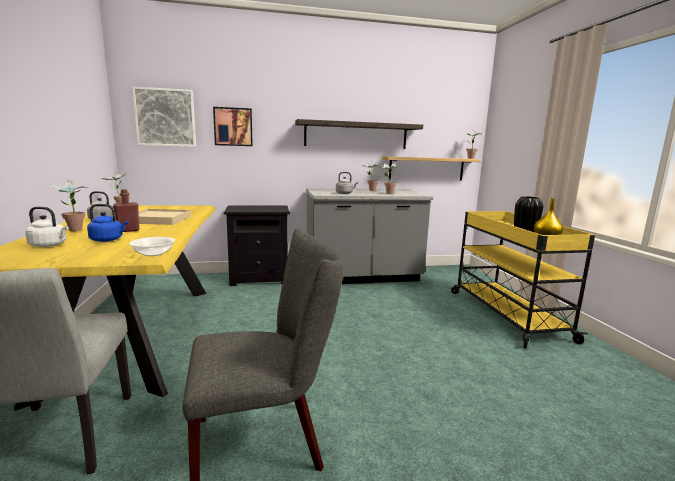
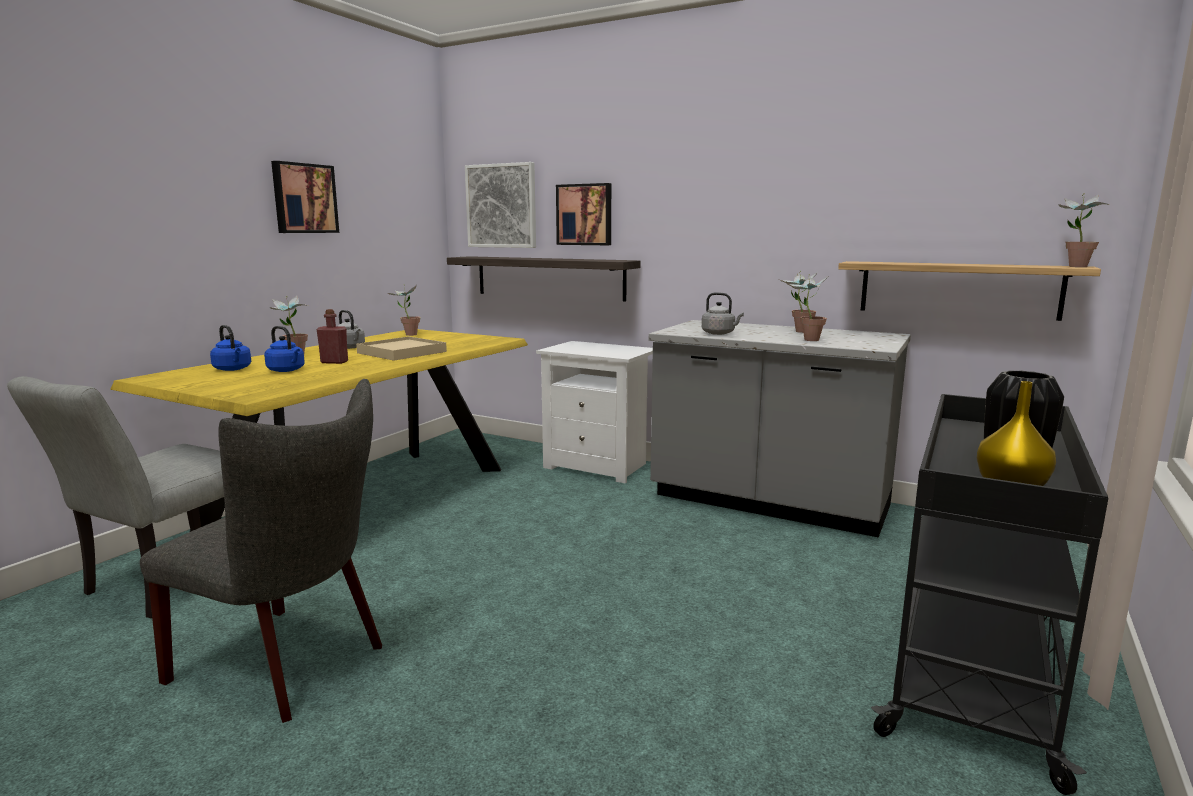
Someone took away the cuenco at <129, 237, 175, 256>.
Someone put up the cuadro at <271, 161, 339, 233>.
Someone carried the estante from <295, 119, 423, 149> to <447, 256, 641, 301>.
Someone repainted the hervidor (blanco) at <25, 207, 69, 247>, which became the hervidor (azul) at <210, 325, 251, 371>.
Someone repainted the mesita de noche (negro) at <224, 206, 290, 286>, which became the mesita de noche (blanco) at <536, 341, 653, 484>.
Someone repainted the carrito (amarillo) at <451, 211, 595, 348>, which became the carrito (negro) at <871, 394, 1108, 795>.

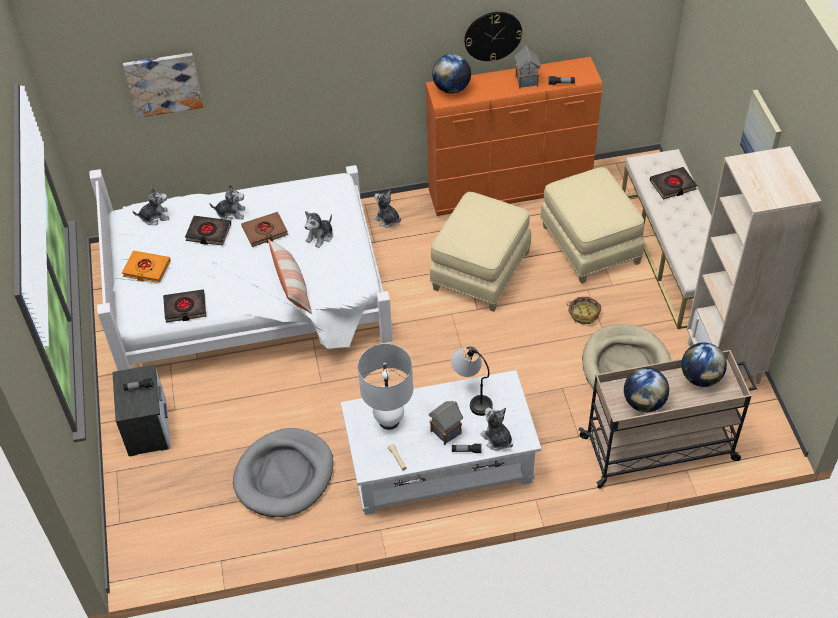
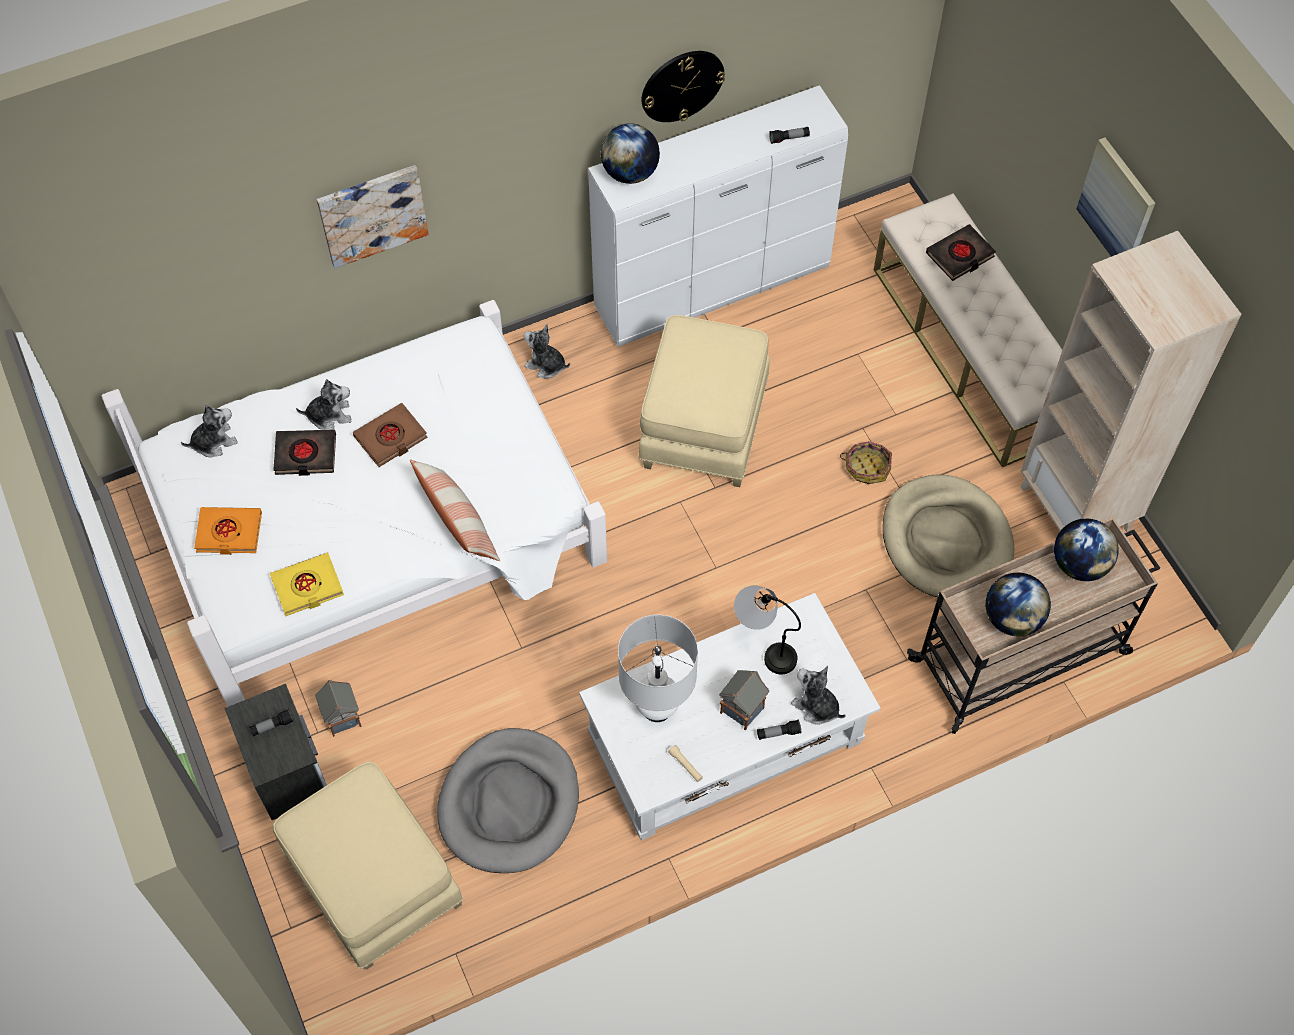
Someone took away the peluche at <305, 211, 333, 248>.
Someone carried the cuadro from <123, 53, 203, 118> to <317, 165, 429, 268>.
Someone carried the casita from <514, 45, 541, 89> to <315, 680, 362, 737>.
Someone carried the puf (beis) from <540, 167, 645, 284> to <273, 761, 463, 970>.
Someone repainted the libro (negro) at <163, 289, 206, 323>, which became the libro (amarillo) at <270, 553, 344, 616>.
Someone repainted the cómoda (naranja) at <426, 57, 602, 216>, which became the cómoda (blanco) at <588, 85, 848, 347>.

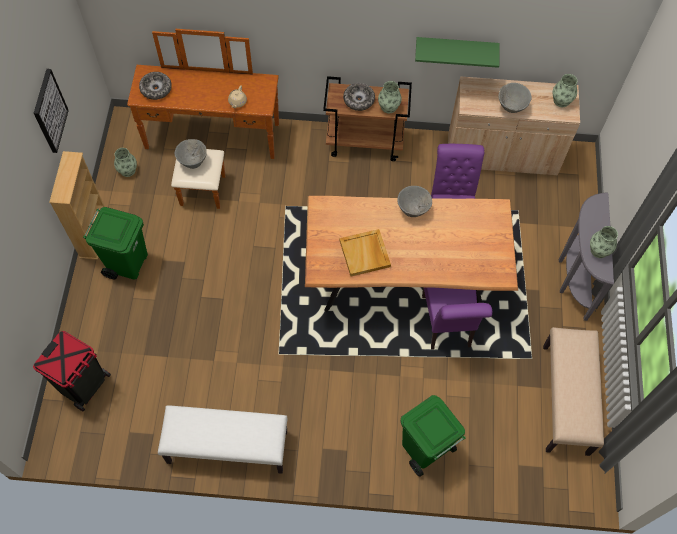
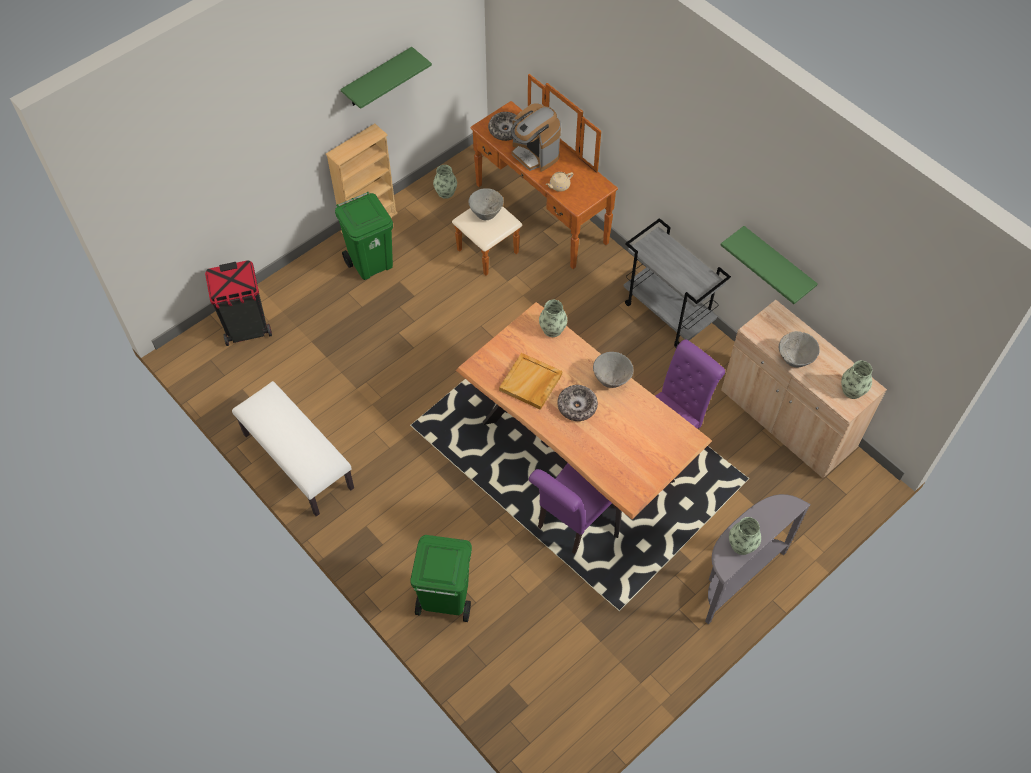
Someone took away the banco (beis) at <543, 327, 604, 456>.
Someone put down the cafetera at <511, 103, 561, 172>.
Someone carried the cuenco from <343, 83, 375, 111> to <557, 385, 598, 421>.
Someone carried the florero from <378, 81, 402, 113> to <539, 300, 567, 337>.
Someone swapped the cuadro at <34, 69, 69, 153> for the estante (verde) at <341, 47, 432, 109>.
Someone repainted the carrito (marrón) at <323, 76, 412, 161>, which became the carrito (gris) at <623, 218, 731, 348>.

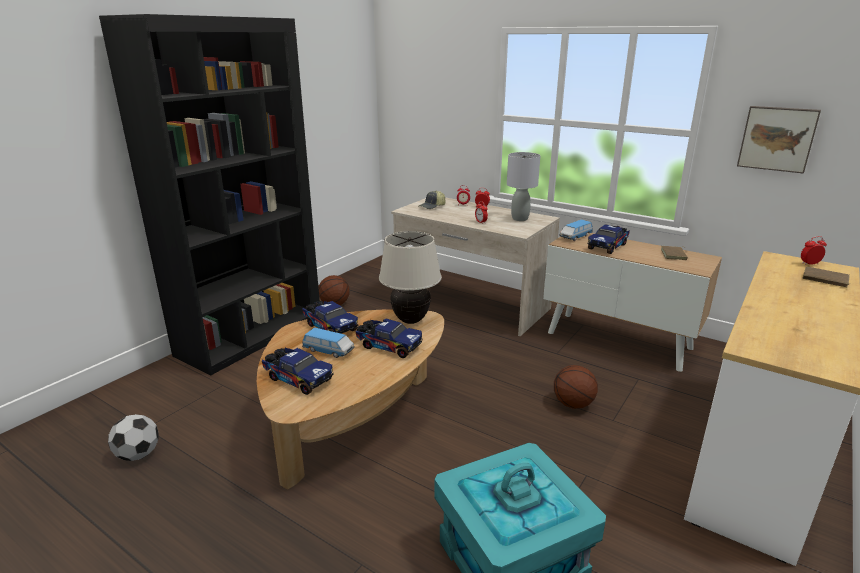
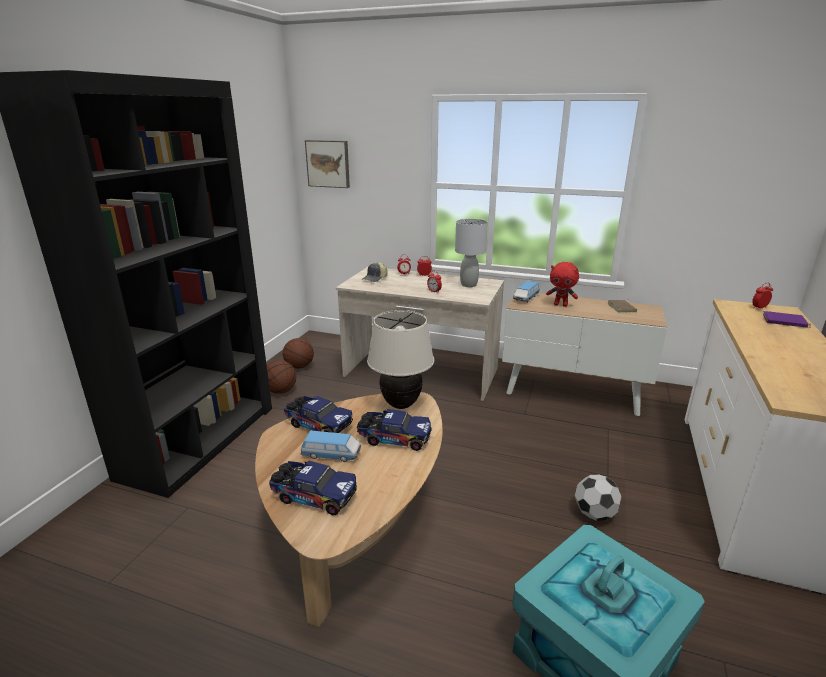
Someone carried the balón de fútbol from <108, 414, 158, 461> to <575, 474, 621, 521>.
Someone carried the balón de baloncesto from <554, 365, 598, 409> to <282, 338, 314, 369>.
Someone carried the cuadro from <737, 106, 821, 174> to <305, 140, 350, 188>.
Someone swapped the camión de juguete at <588, 225, 630, 254> for the peluche (rojo) at <546, 262, 579, 307>.
Someone repainted the libro (marrón) at <802, 267, 850, 288>, which became the libro (morado) at <763, 311, 811, 328>.

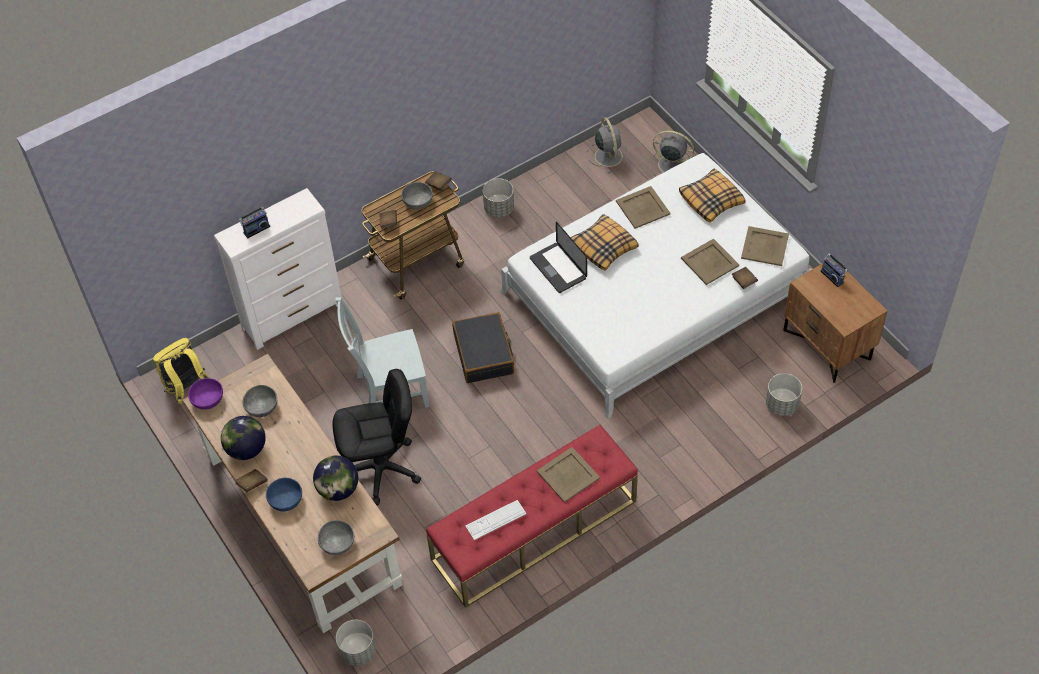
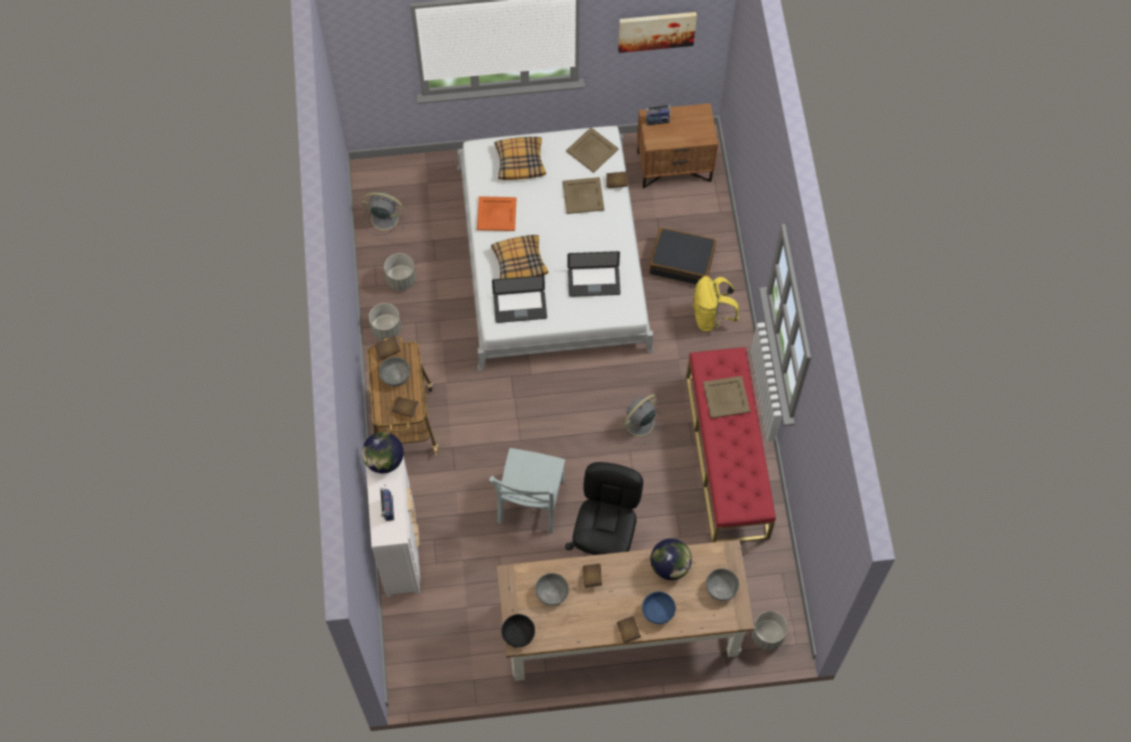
Someone took away the teclado at <465, 500, 527, 540>.
Someone put down the portátil at <568, 251, 621, 297>.
Someone put down the libro (marrón) at <583, 564, 602, 588>.
Someone put up the cuadro at <618, 12, 697, 53>.
Someone carried the mochila (amarillo) from <153, 338, 209, 404> to <692, 276, 739, 332>.
Someone carried the globo terráqueo from <221, 416, 266, 460> to <362, 432, 404, 473>.
Someone carried the maleta (negro) from <452, 312, 514, 383> to <649, 228, 716, 284>.
Someone carried the ventilador (gris) from <650, 130, 694, 176> to <617, 394, 661, 444>.
Someone carried the maceta (gris) from <766, 373, 802, 416> to <384, 253, 416, 291>.
Someone repainted the cuenco (morado) at <188, 378, 223, 410>, which became the cuenco (negro) at <501, 614, 535, 648>.
Someone repainted the bandeja (beis) at <616, 186, 671, 229>, which became the bandeja (naranja) at <477, 196, 517, 231>.

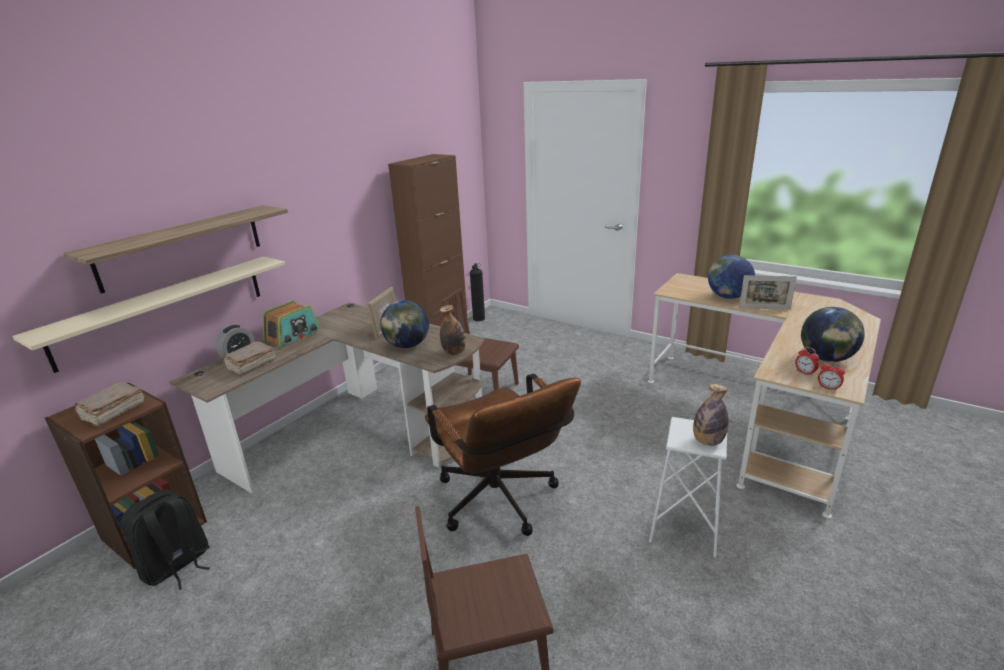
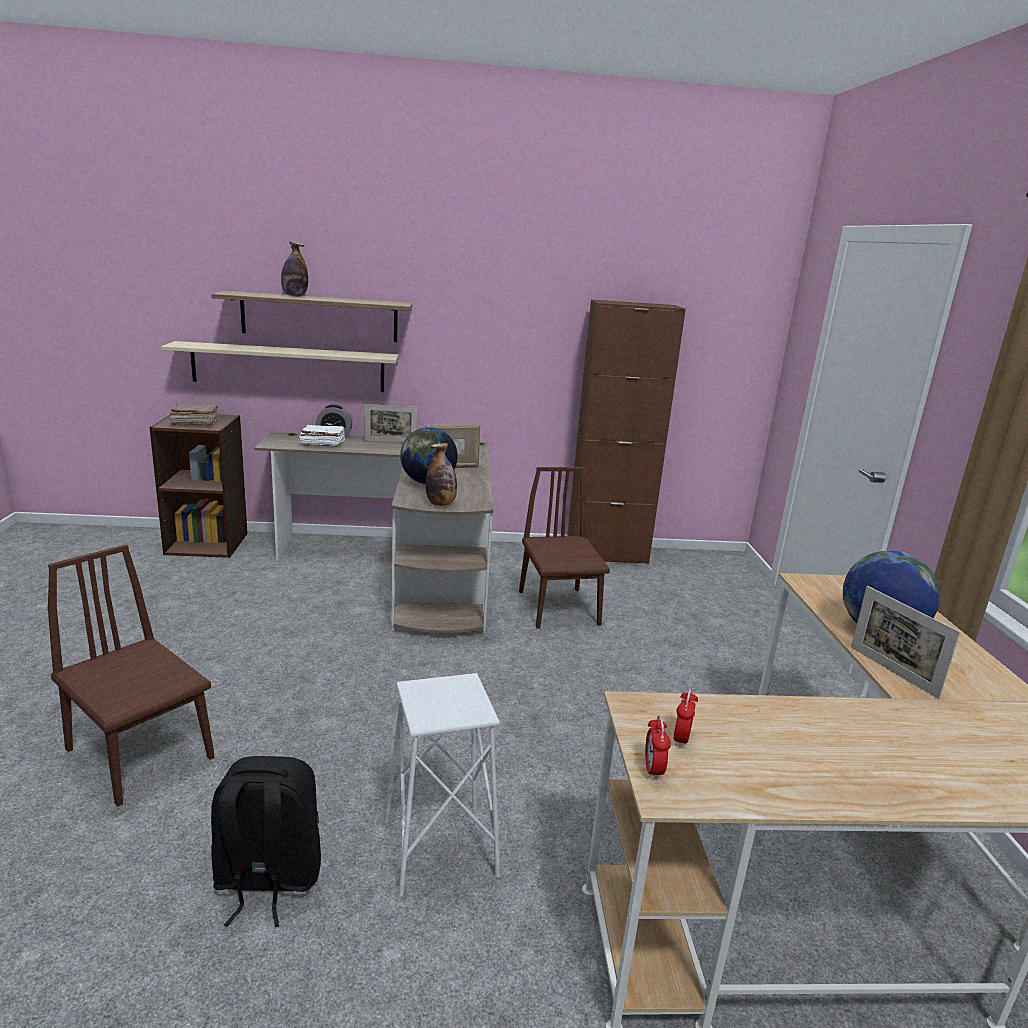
Someone took away the silla de oficina (marrón) at <425, 373, 581, 536>.
Someone took away the extintor at <470, 263, 485, 321>.
Someone took away the globo terráqueo at <801, 307, 865, 362>.
Someone carried the mochila (negro) from <120, 490, 210, 590> to <211, 756, 321, 927>.
Someone carried the botella from <693, 384, 729, 446> to <281, 242, 308, 297>.
Someone swapped the radio at <263, 301, 320, 348> for the portarretratos at <364, 404, 418, 443>.
Someone repainted the libro (marrón) at <223, 341, 276, 376>, which became the libro (blanco) at <299, 425, 345, 447>.

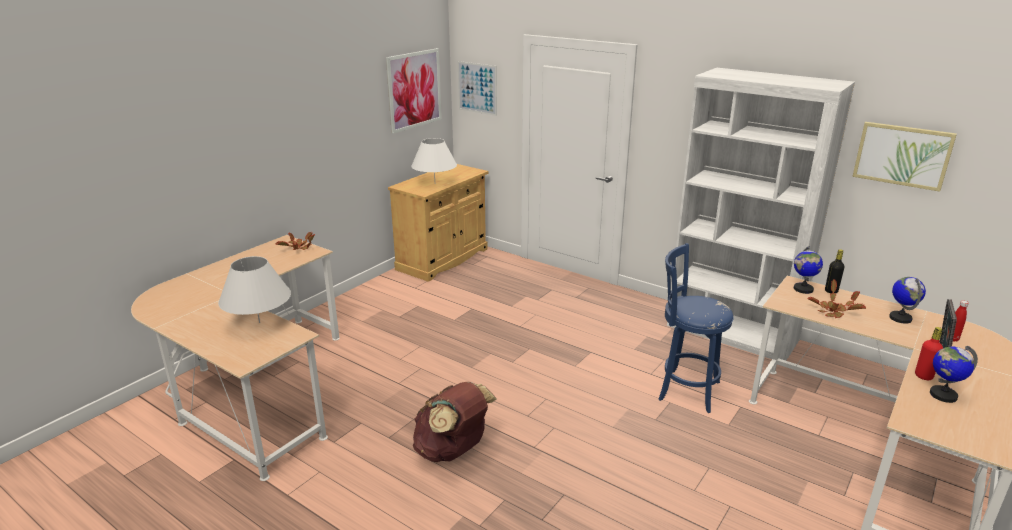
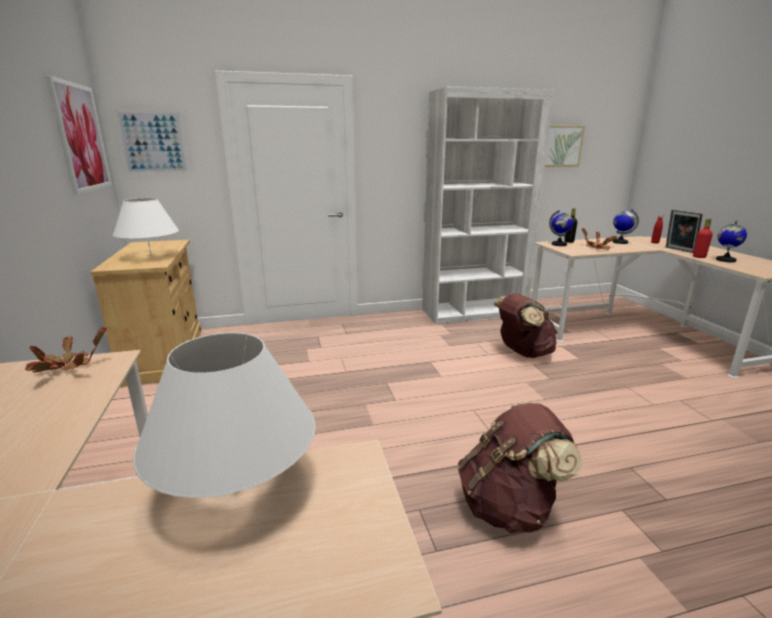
Someone swapped the taburete (azul) at <658, 243, 734, 413> for the mochila (marrón) at <493, 293, 557, 358>.

